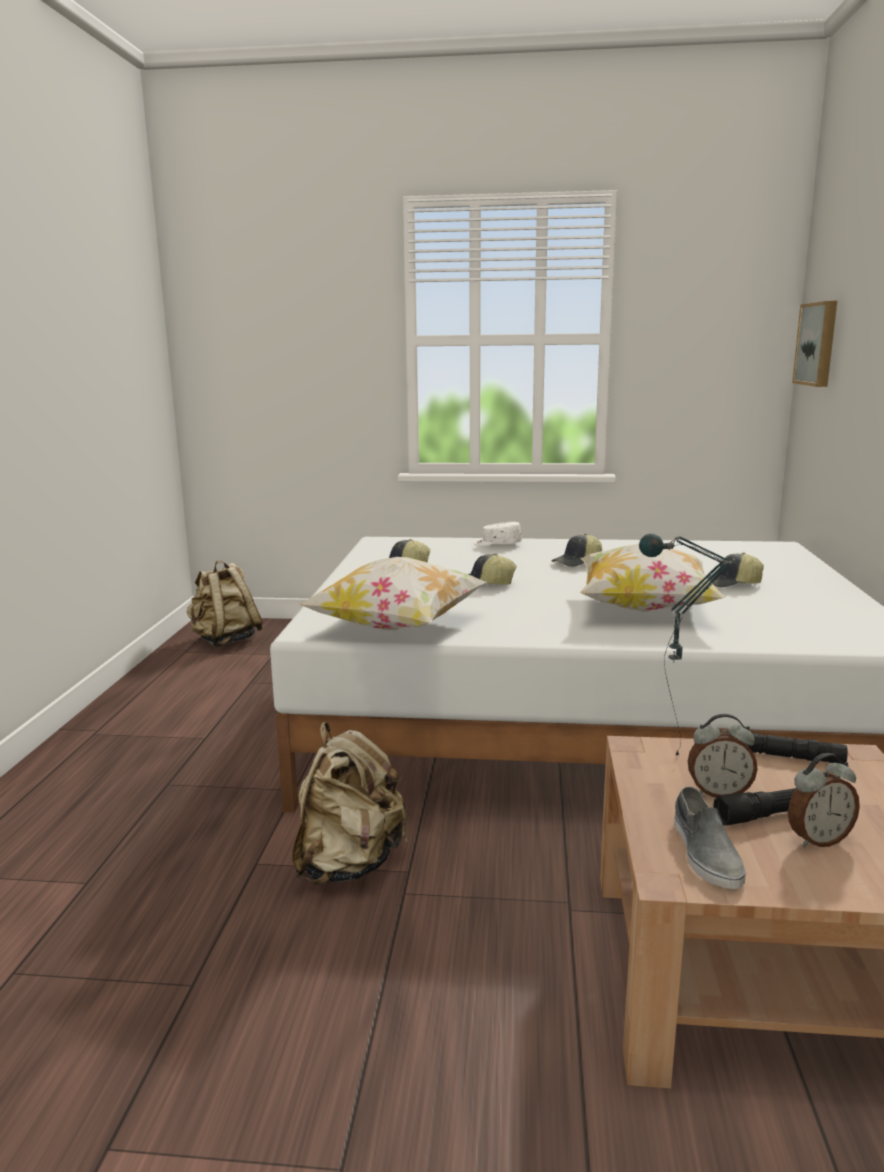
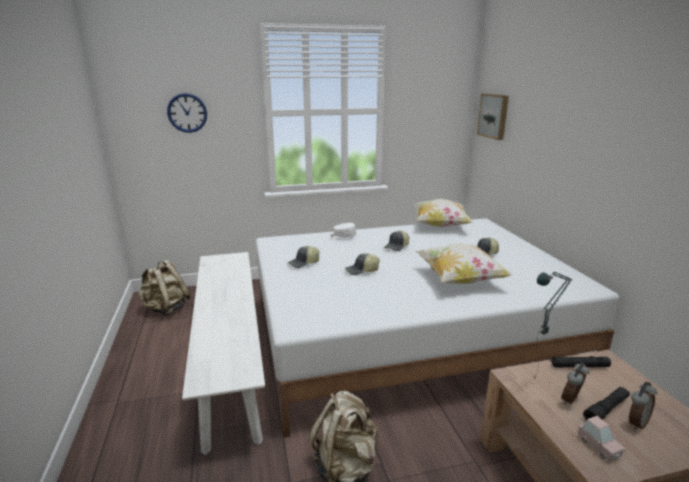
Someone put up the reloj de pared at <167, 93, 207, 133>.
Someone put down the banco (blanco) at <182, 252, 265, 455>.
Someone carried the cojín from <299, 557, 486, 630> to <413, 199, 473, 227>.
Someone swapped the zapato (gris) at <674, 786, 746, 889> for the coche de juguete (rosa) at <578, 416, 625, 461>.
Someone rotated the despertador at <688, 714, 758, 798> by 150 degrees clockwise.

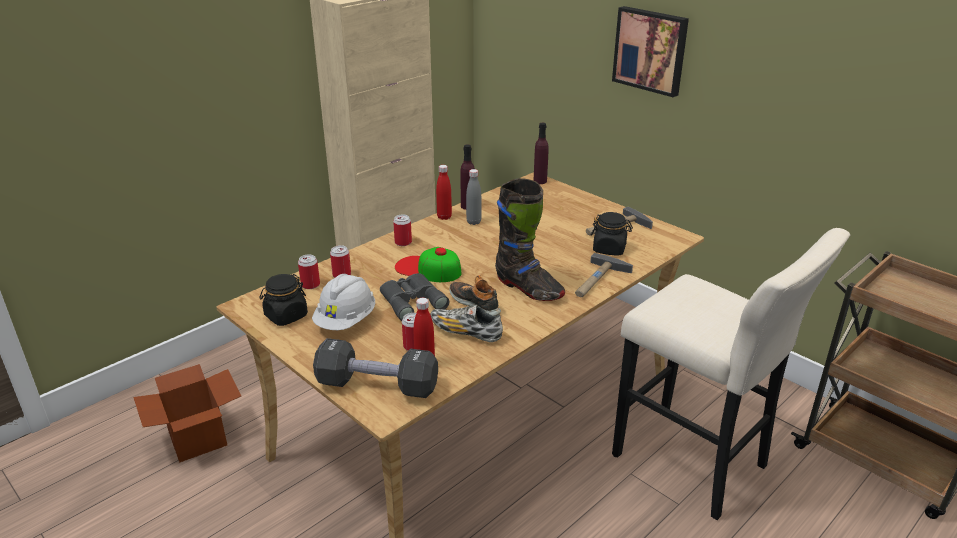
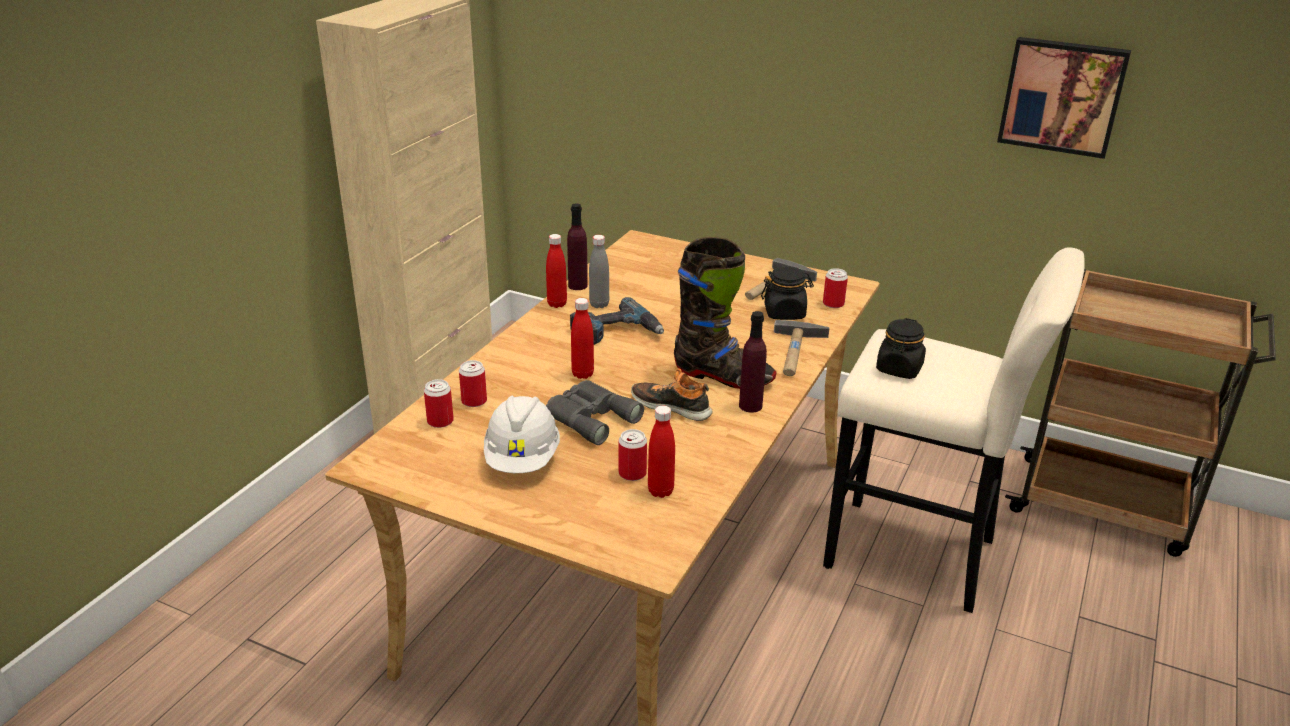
Someone took away the caja de cartón at <133, 364, 241, 463>.
Someone took away the mancuerna (negro) at <313, 338, 438, 398>.
Someone took away the zapato at <430, 305, 503, 342>.
Someone put down the taladro at <570, 297, 664, 345>.
Someone carried the tarro (negro) from <259, 274, 308, 326> to <876, 318, 926, 379>.
Someone carried the lata from <393, 214, 412, 246> to <823, 268, 848, 308>.
Someone carried the botella (morado) from <533, 123, 549, 184> to <739, 311, 767, 413>.
Someone carried the cuadro from <612, 6, 689, 97> to <997, 37, 1131, 159>.
Someone swapped the gorra at <395, 247, 461, 282> for the botella (rojo) at <571, 298, 594, 379>.

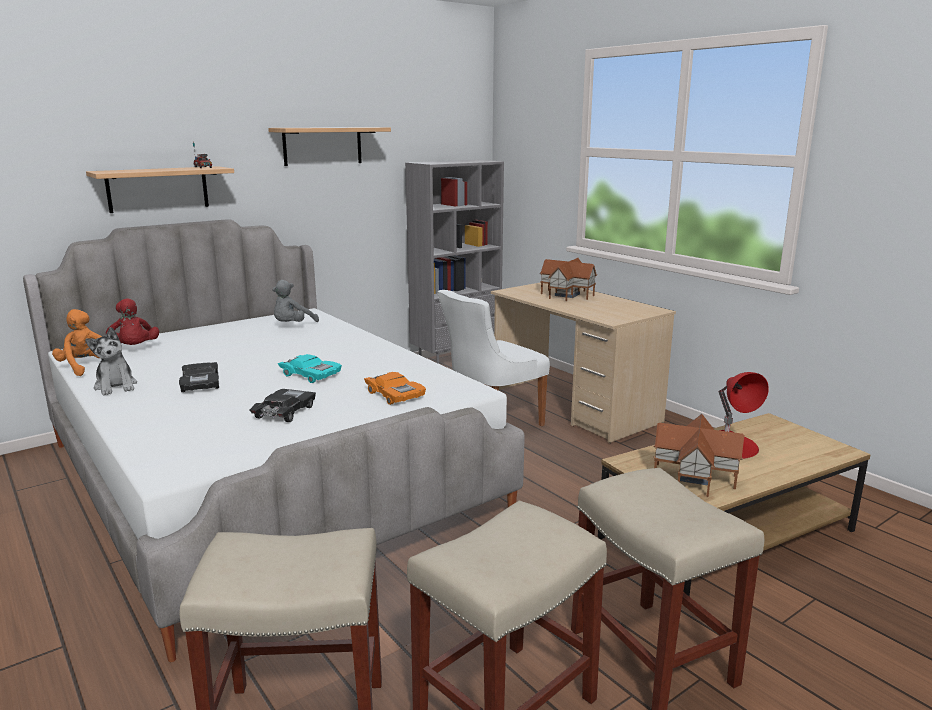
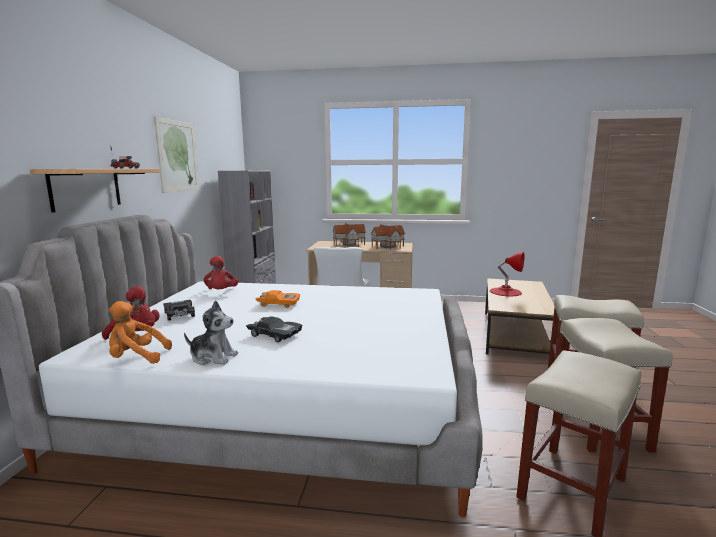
Someone took away the coche de juguete (turquesa) at <278, 354, 342, 383>.
Someone carried the coche de juguete (negro) from <250, 389, 316, 422> to <163, 300, 195, 321>.
Someone carried the coche de juguete (naranja) from <364, 372, 426, 405> to <256, 290, 300, 308>.
Someone carried the casita from <653, 414, 744, 497> to <371, 225, 405, 250>.
Someone swapped the estante at <268, 127, 391, 166> for the cuadro at <154, 117, 199, 193>.
Someone repainted the peluche (gris) at <272, 280, 319, 322>, which became the peluche (rojo) at <203, 256, 239, 289>.

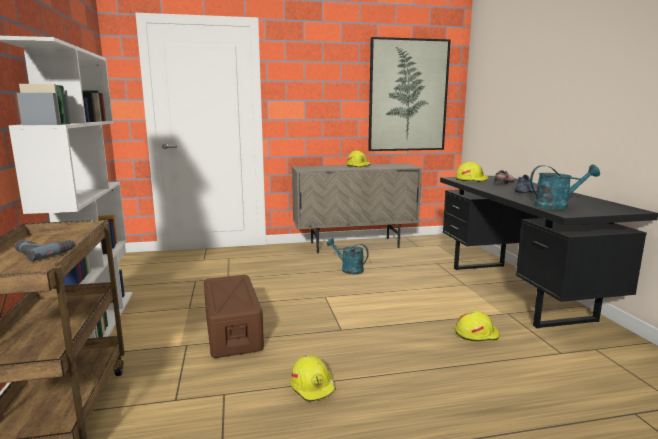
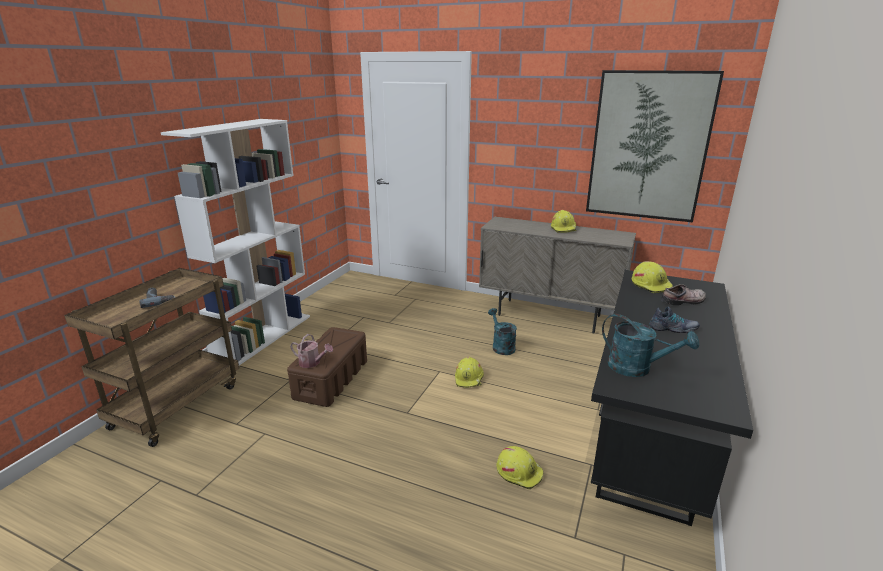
Someone put down the regadera at <290, 334, 333, 368>.
Someone carried the casco (amarillo) from <290, 355, 336, 402> to <455, 357, 484, 388>.

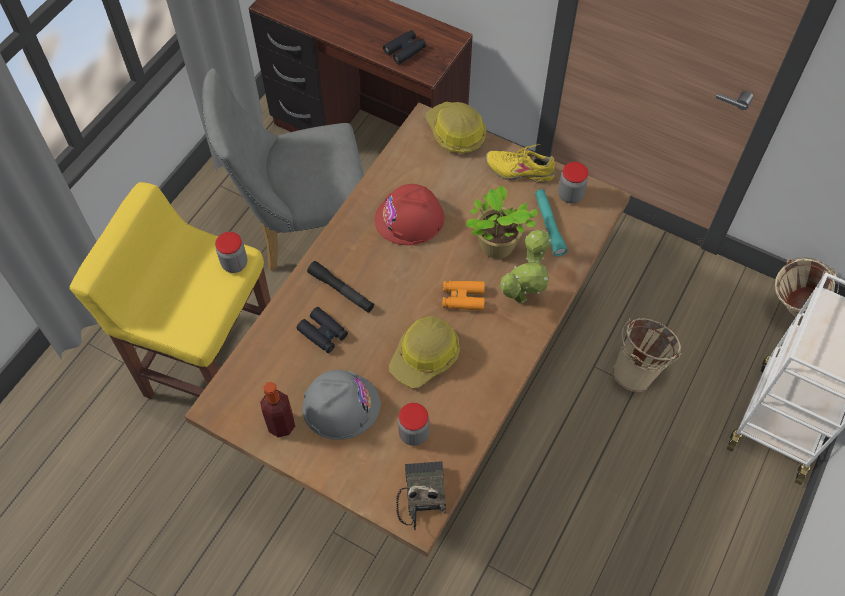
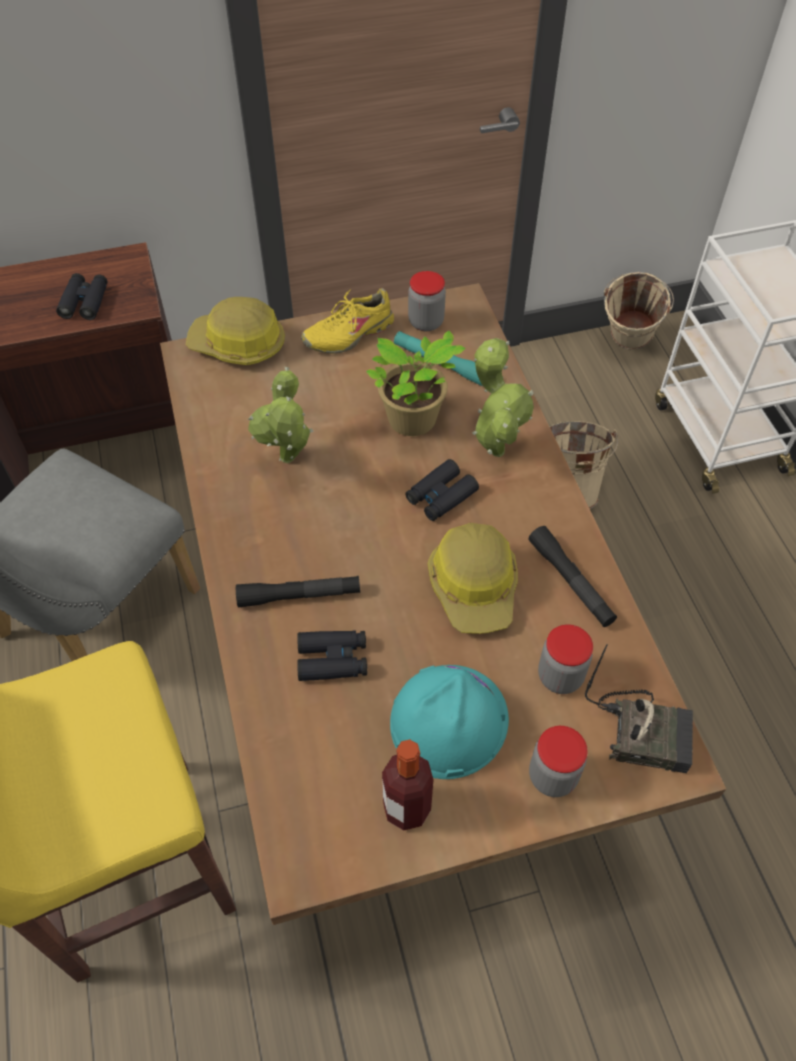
Someone put down the linterna (negro) at <529, 526, 617, 627>.
Someone carried the tarro from <215, 232, 247, 273> to <529, 726, 588, 797>.
Someone swapped the casco (rojo) at <375, 184, 445, 245> for the planta en maceta at <248, 367, 314, 463>.
Someone repainted the casco (gris) at <302, 370, 381, 440>, which became the casco (turquesa) at <390, 665, 509, 779>.
Someone repainted the prismáticos (naranja) at <442, 281, 485, 310>, which became the prismáticos (negro) at <406, 459, 479, 521>.
Someone rotated the radio at <396, 461, 446, 530> by 150 degrees clockwise.

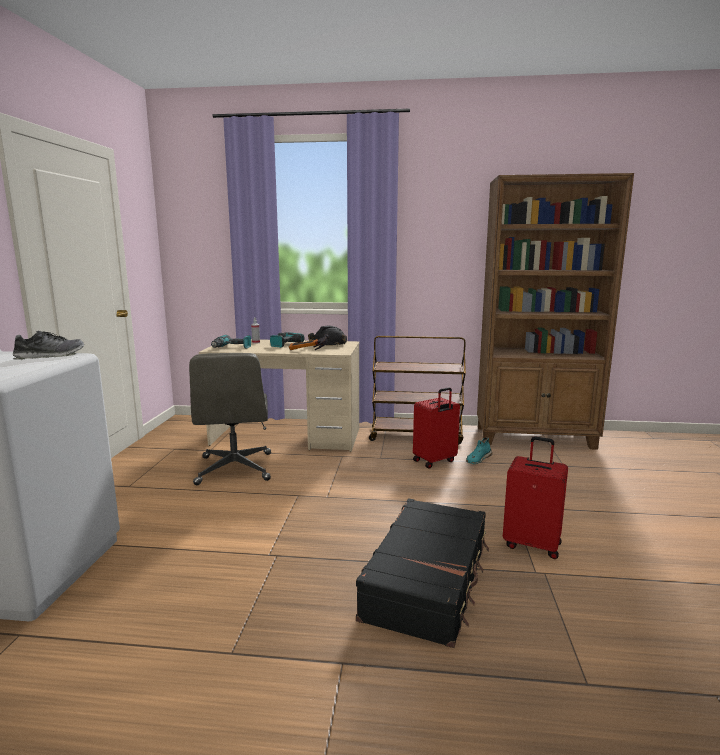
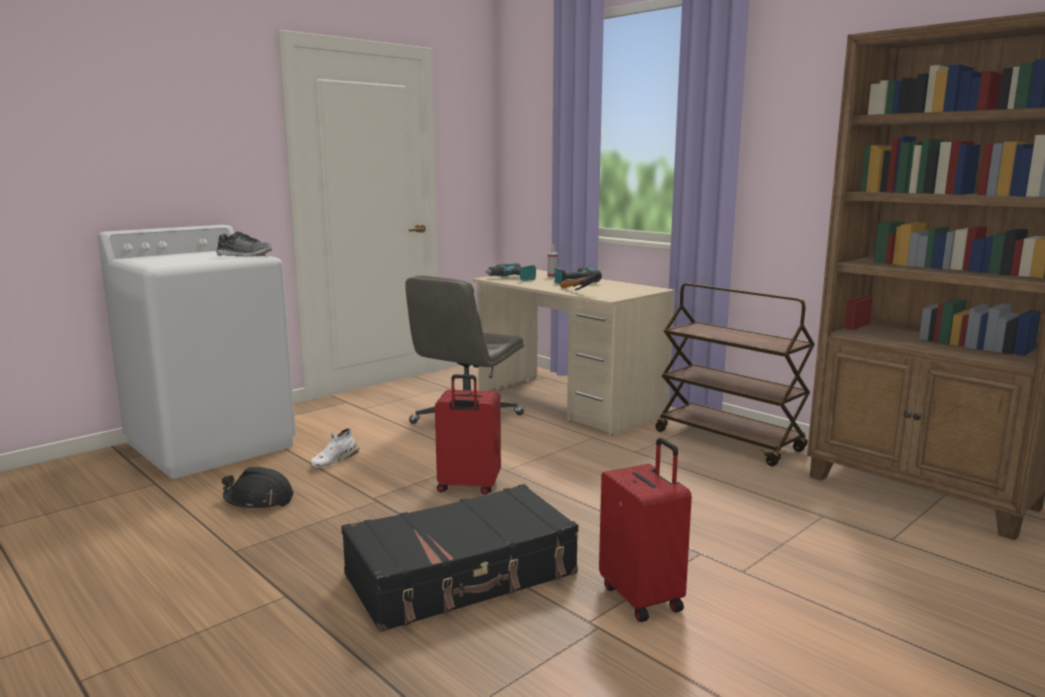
Someone took away the zapato (turquesa) at <466, 437, 492, 464>.
Someone put down the zapato (blanco) at <310, 428, 359, 468>.
Someone carried the casco (negro) from <308, 326, 347, 346> to <222, 467, 294, 511>.
Someone carried the maleta (rojo) from <413, 387, 460, 469> to <435, 374, 501, 495>.

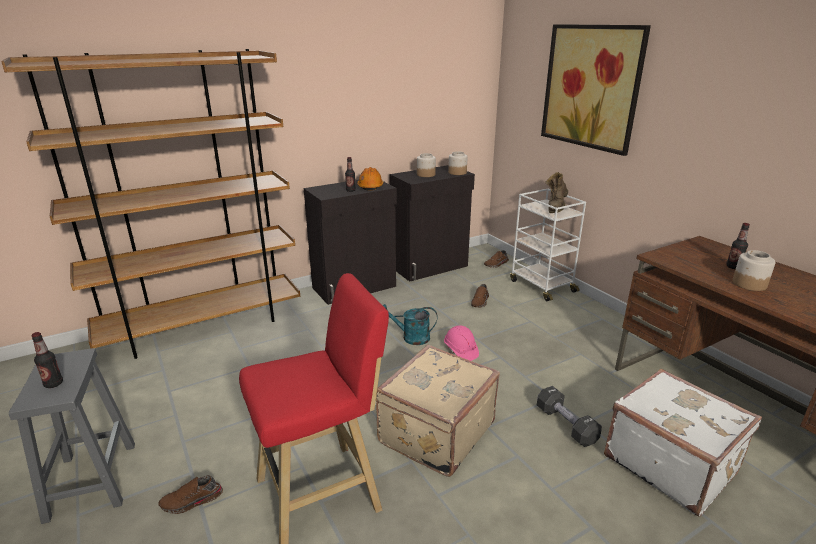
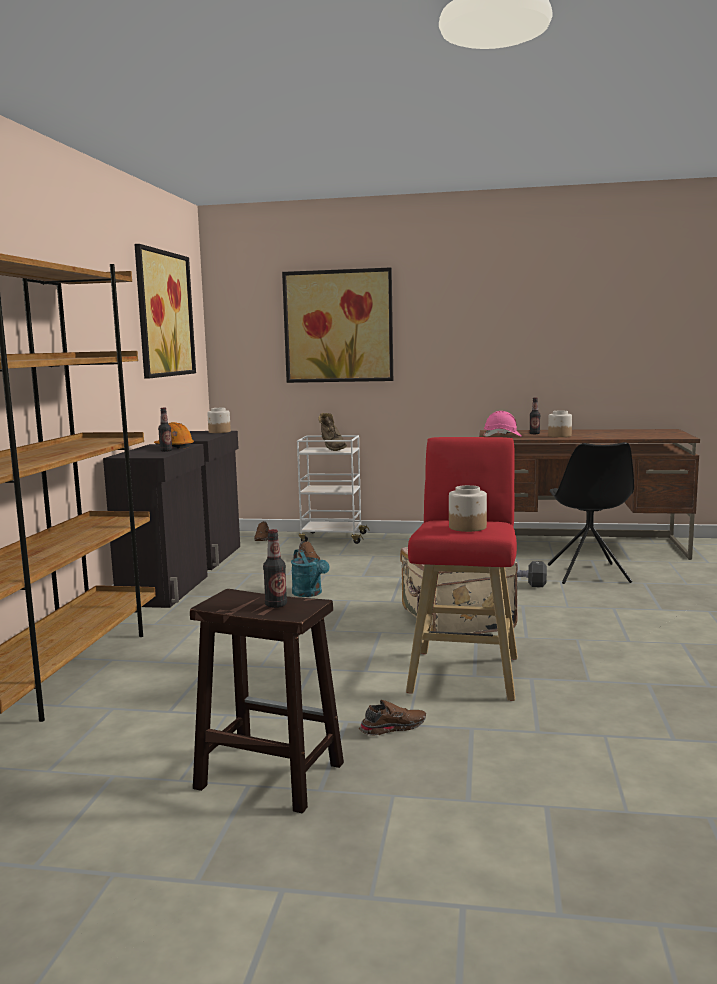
Someone put up the cuadro at <134, 244, 196, 379>.
Someone carried the tarro from <417, 153, 436, 177> to <449, 485, 487, 532>.
Someone carried the casco (rosa) from <444, 325, 479, 361> to <483, 411, 522, 437>.
Someone swapped the maleta (blanco) at <604, 369, 762, 517> for the silla (negro) at <548, 442, 634, 584>.
Someone repainted the taburete (gris) at <9, 348, 135, 524>, which became the taburete (marrón) at <190, 589, 344, 814>.
Someone rotated the zapato (marrón) at <159, 475, 223, 514> by 135 degrees counterclockwise.
Someone rotated the regadera (turquesa) at <383, 304, 437, 345> by 75 degrees counterclockwise.

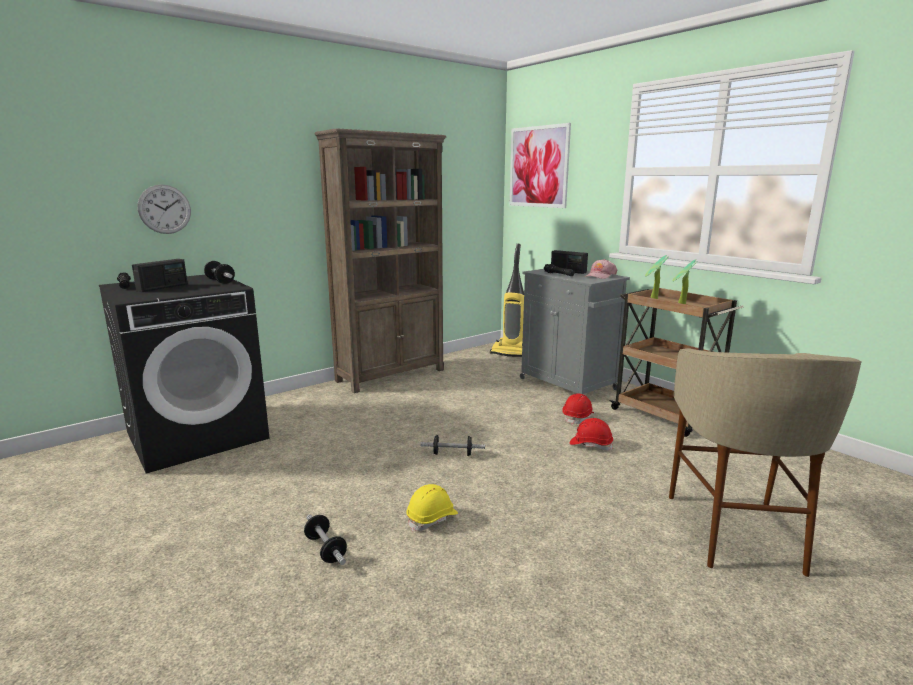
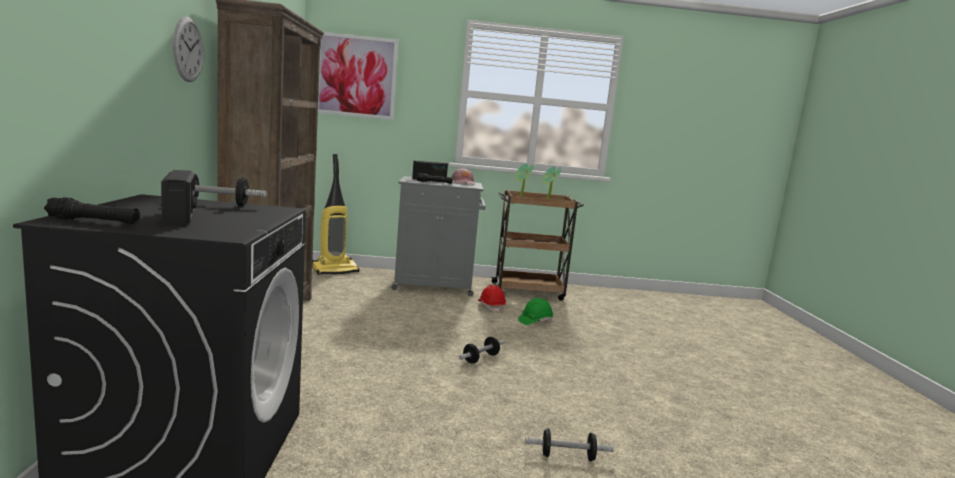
Someone took away the casco (amarillo) at <406, 484, 458, 531>.
Someone took away the taburete (beis) at <669, 348, 862, 577>.
Someone carried the reloj de pared from <137, 184, 191, 234> to <173, 17, 204, 82>.
Someone repainted the casco (rojo) at <570, 418, 613, 451>, which became the casco (verde) at <518, 298, 553, 325>.

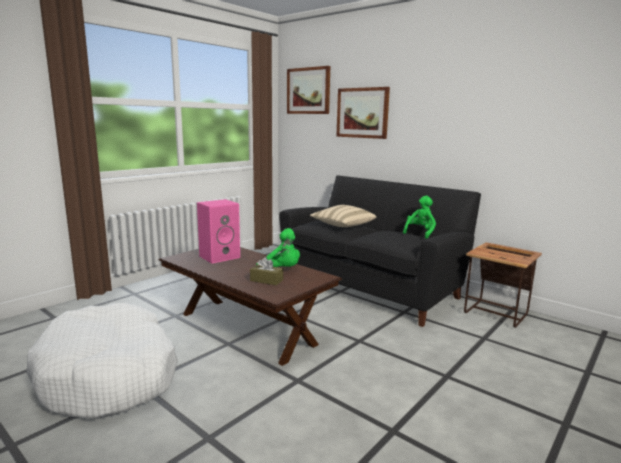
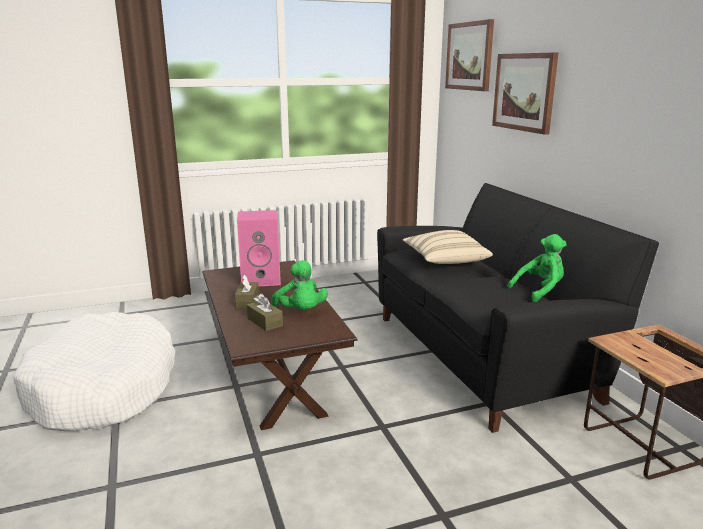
Someone put down the caja de pañuelos (marrón) at <235, 275, 259, 309>.

